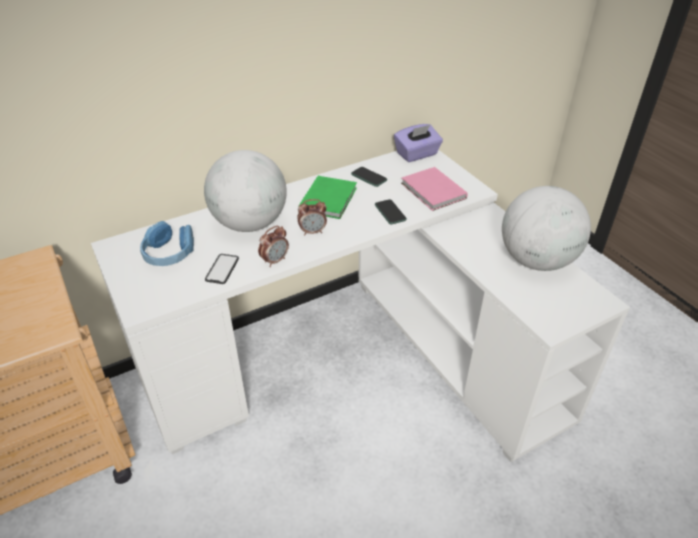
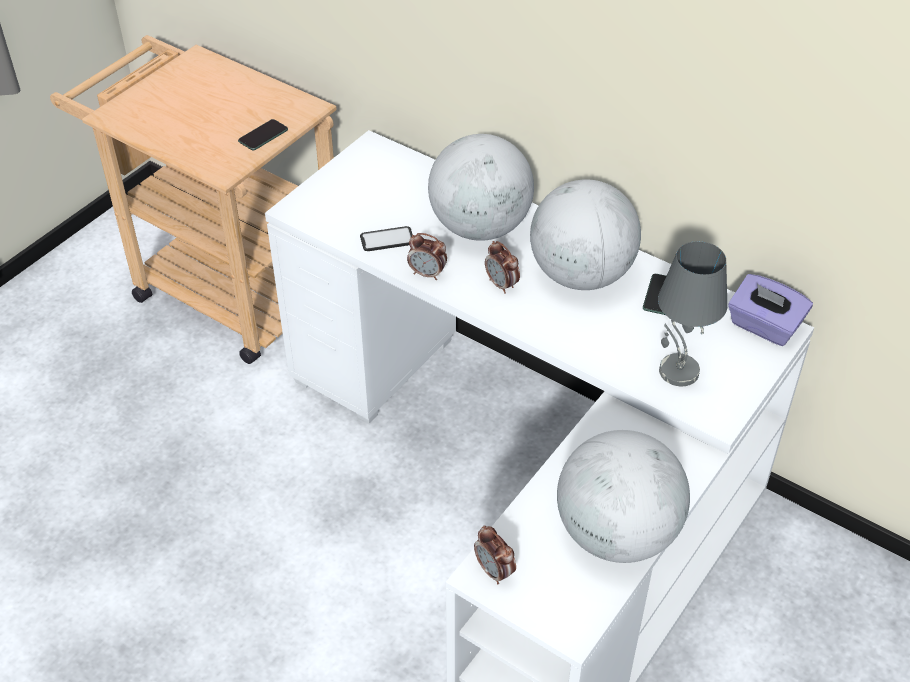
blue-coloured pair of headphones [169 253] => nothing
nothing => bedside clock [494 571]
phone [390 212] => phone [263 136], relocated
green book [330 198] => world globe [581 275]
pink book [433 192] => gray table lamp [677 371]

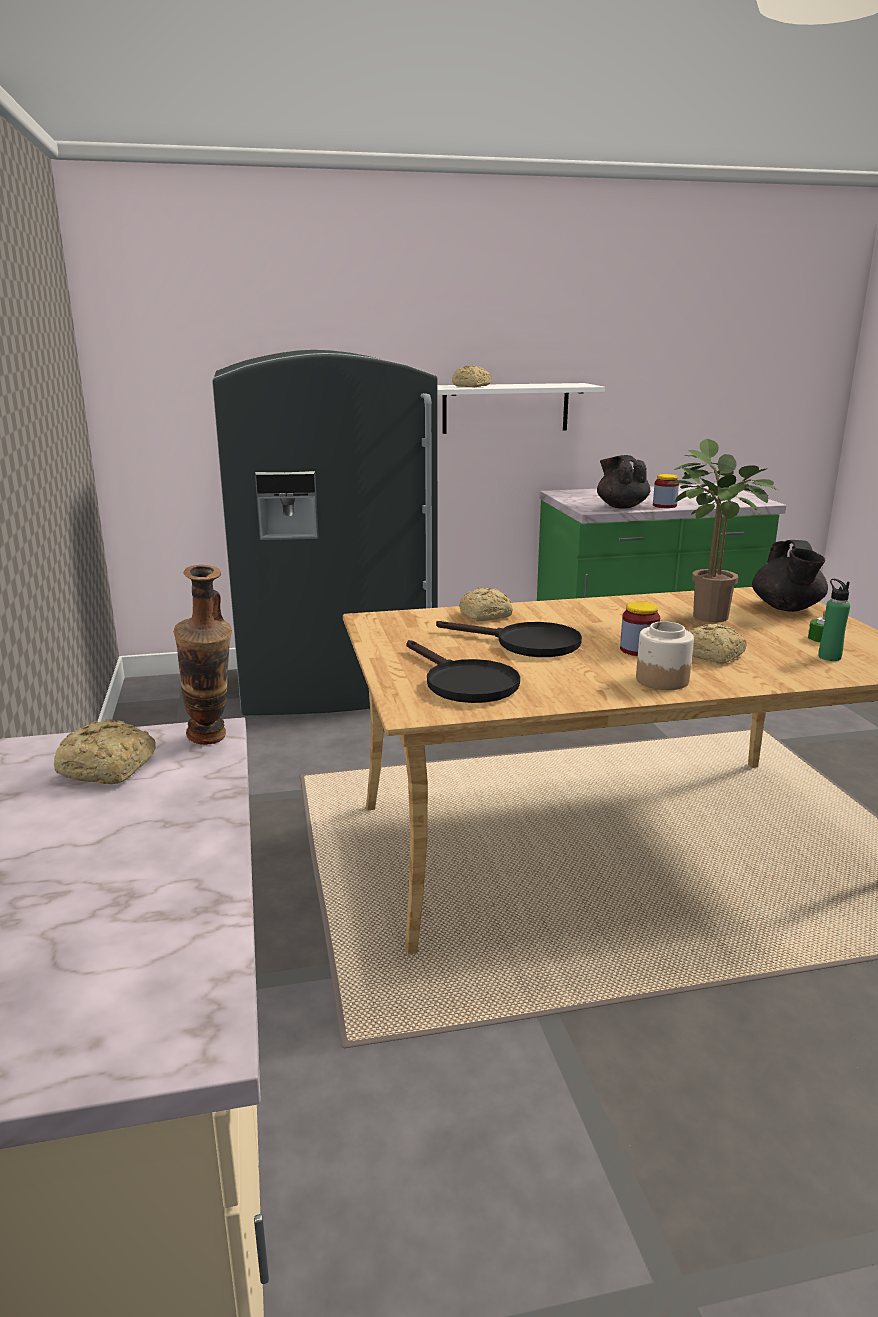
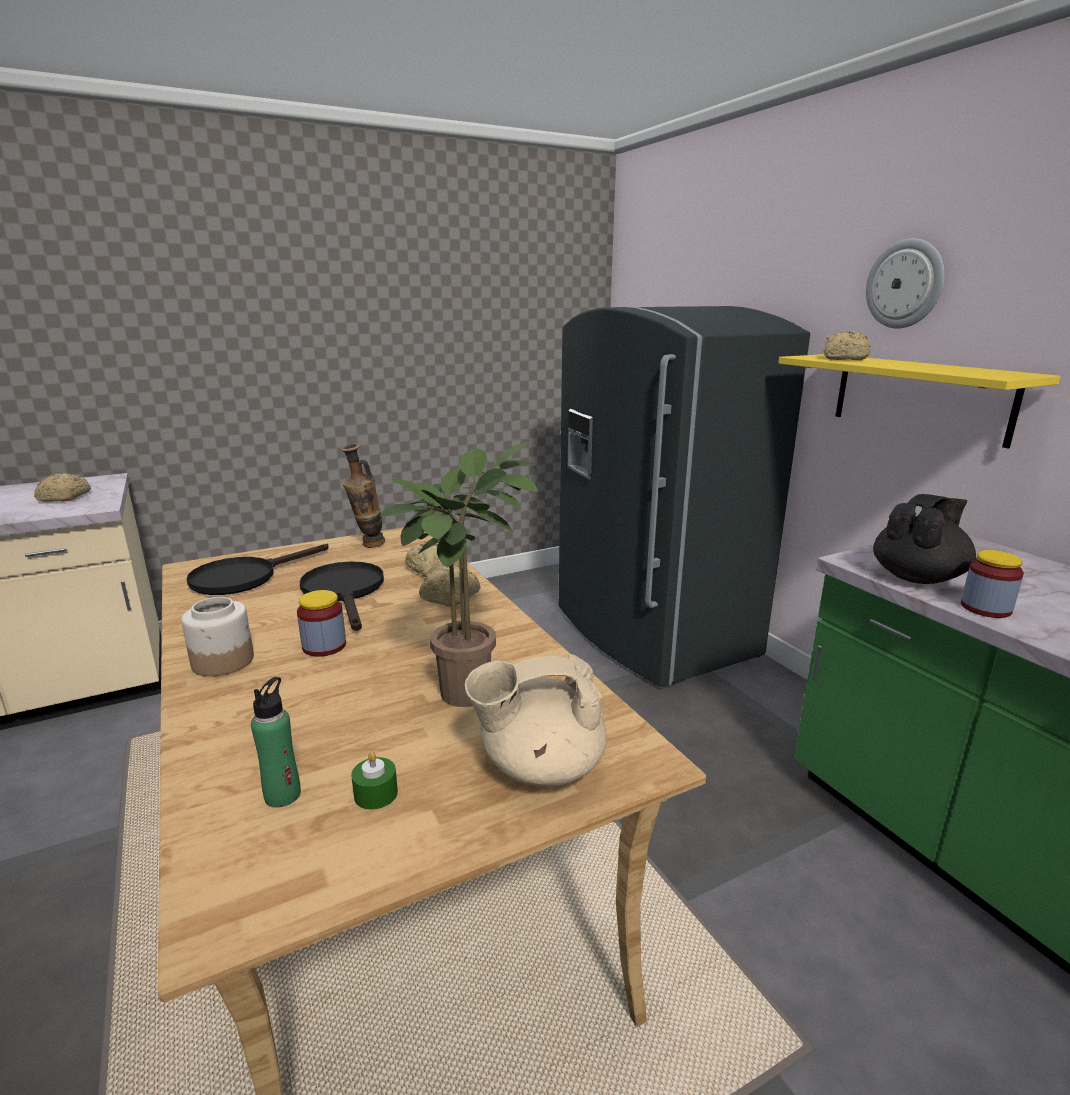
nothing => wall clock [905 284]
decorative vase [212 742] => decorative vase [367 546], relocated
baked bread [714 655] => baked bread [449 597], relocated
white shelf [505 408] => yellow shelf [920 397]
black teapot [786 608] => sand-coloured teapot [539 767]
black skillet [526 644] => black skillet [345 592], 150 degrees clockwise

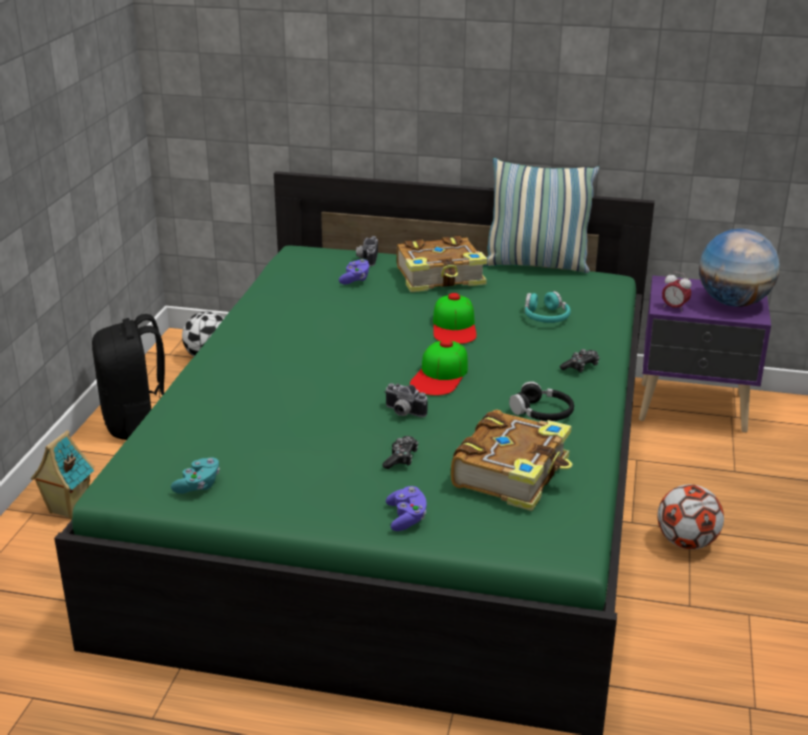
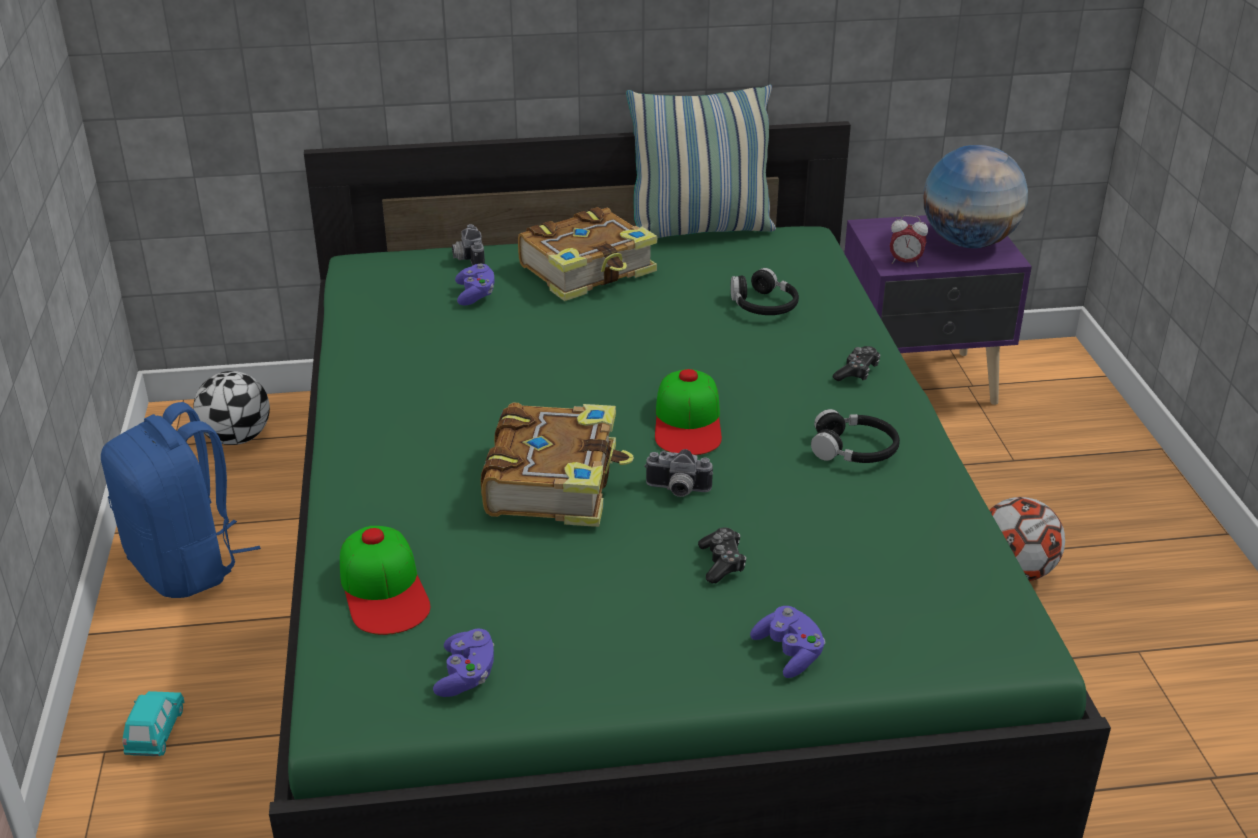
cap [454 326] => cap [384 589], relocated
book [513 473] => book [555 481], relocated
toy house [67 509] => turquoise miniature car [156 732]
black rucksack [137 423] => blue-coloured rucksack [187 565]
turquoise game controller [198 485] => purple-coloured game controller [466 675]
turquoise pair of headphones [545 317] => black pair of headphones [763 305]

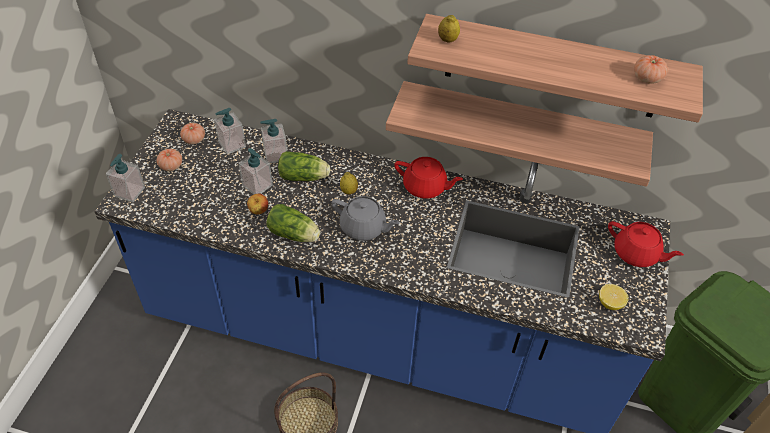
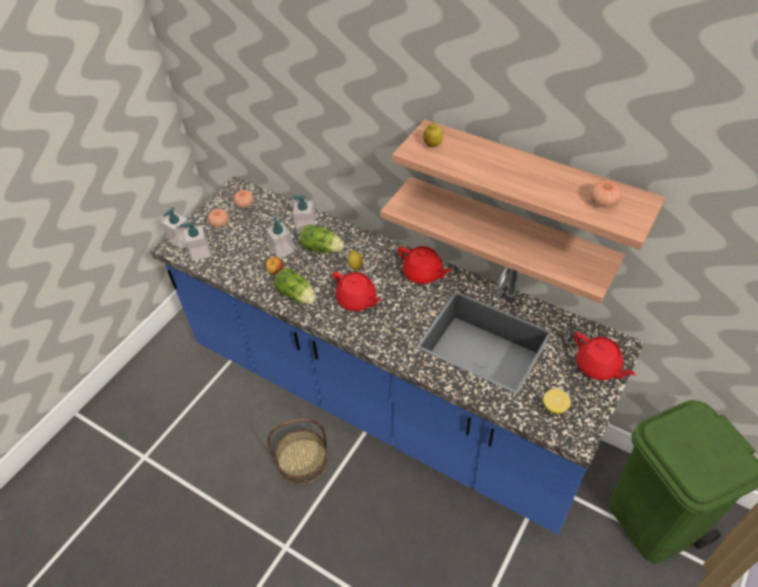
soap dispenser [232 144] => soap dispenser [200 253], relocated
gray teapot [363 228] => reddish teapot [357 300]

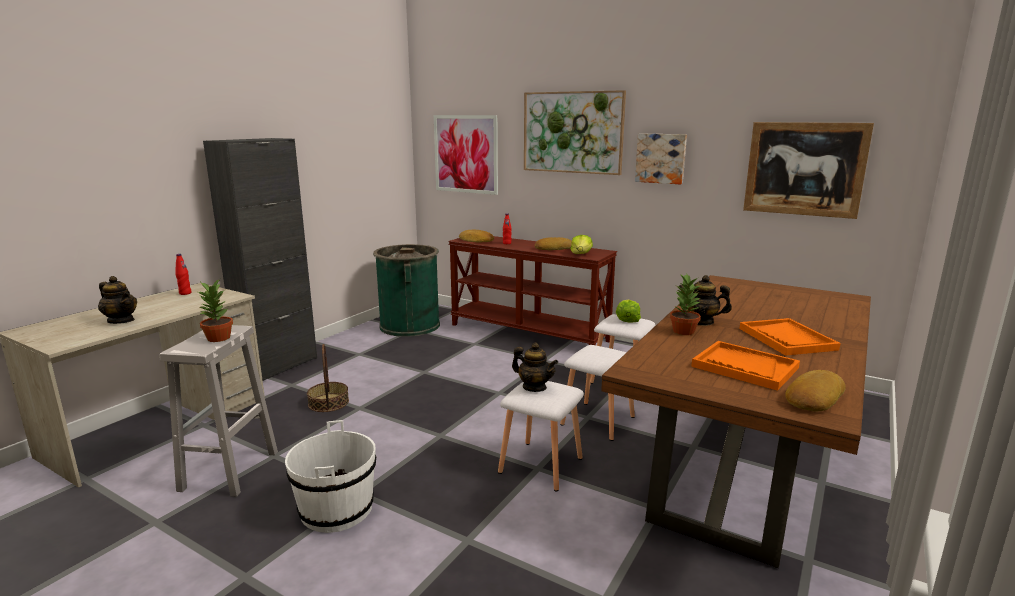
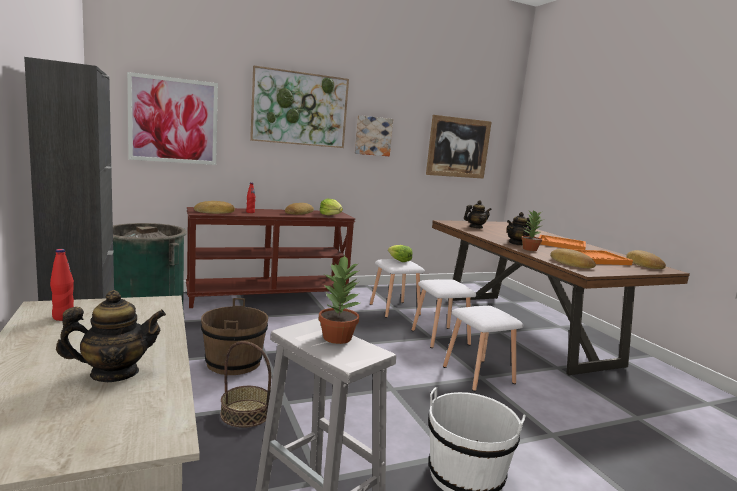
nothing => brown pail [233 363]
nothing => baked bread [571 263]
teapot [534 387] => teapot [475 227], relocated

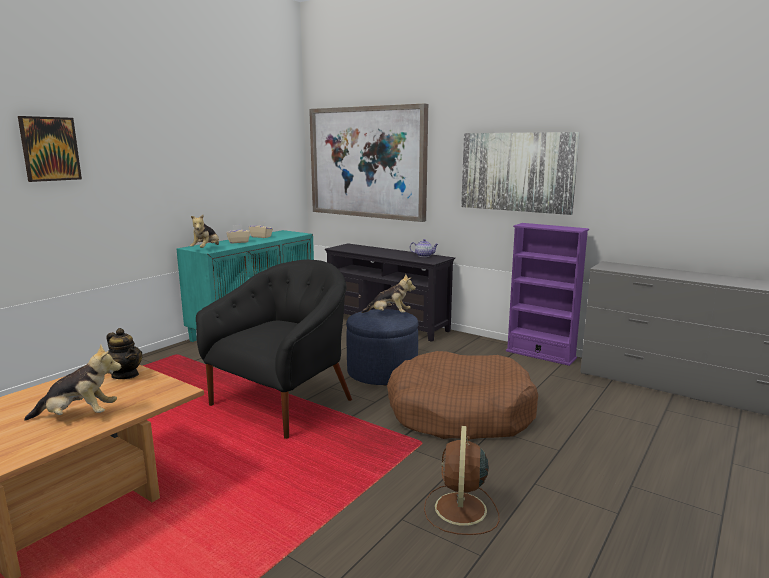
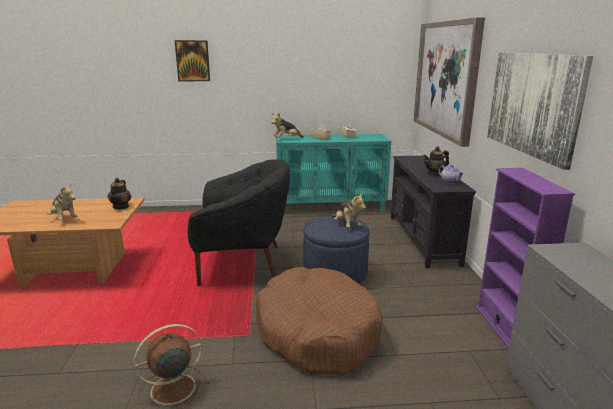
nothing => teapot [435 174]

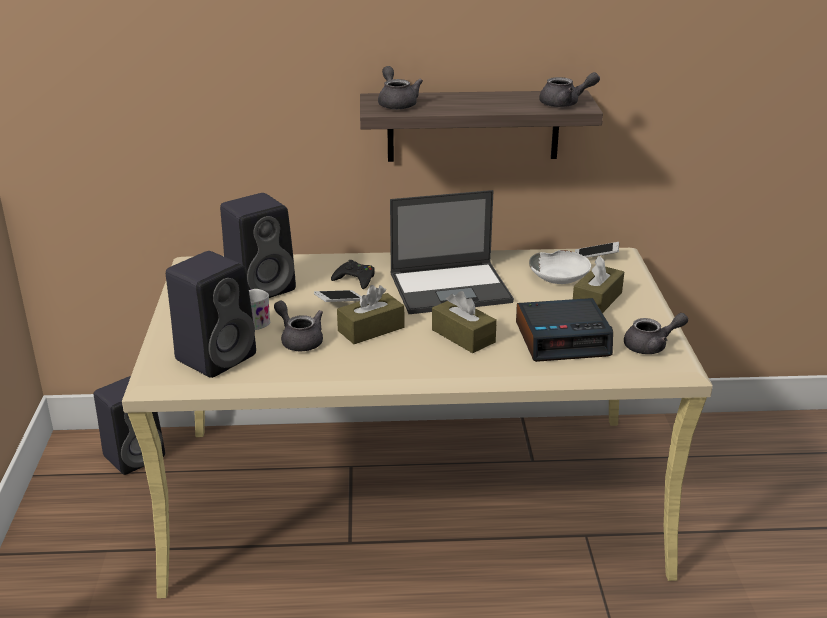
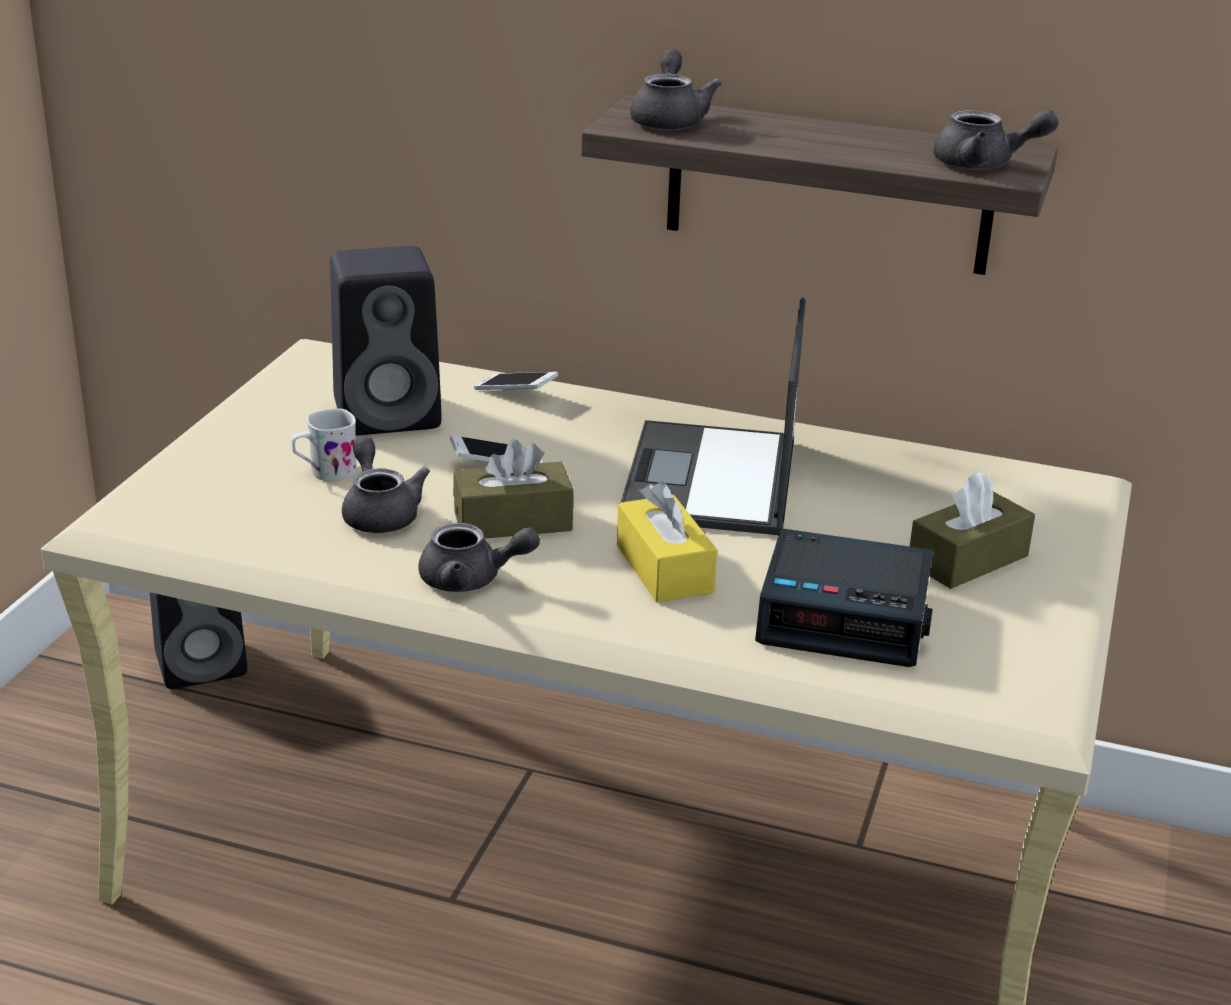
black loudspeaker [217 356] => nothing
black game controller [355 279] => nothing
white bowl [560 276] => nothing
phone [596 257] => phone [515 393], relocated
gray teapot [651 346] => gray teapot [471 580], relocated
brown tissue holder [463 336] => yellow tissue holder [664 569]
laptop [451 288] => laptop [710 481], 90 degrees clockwise

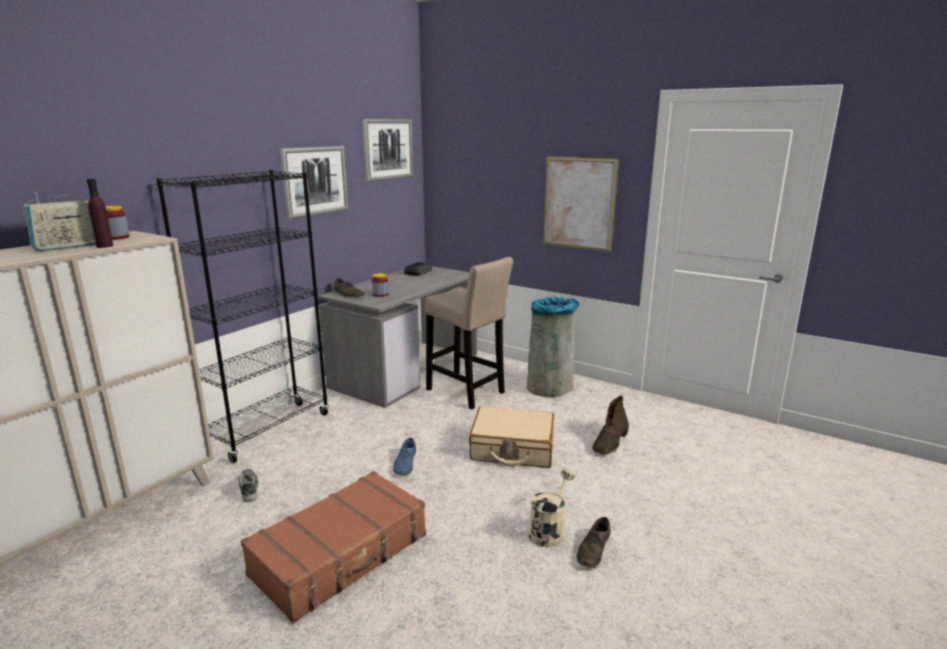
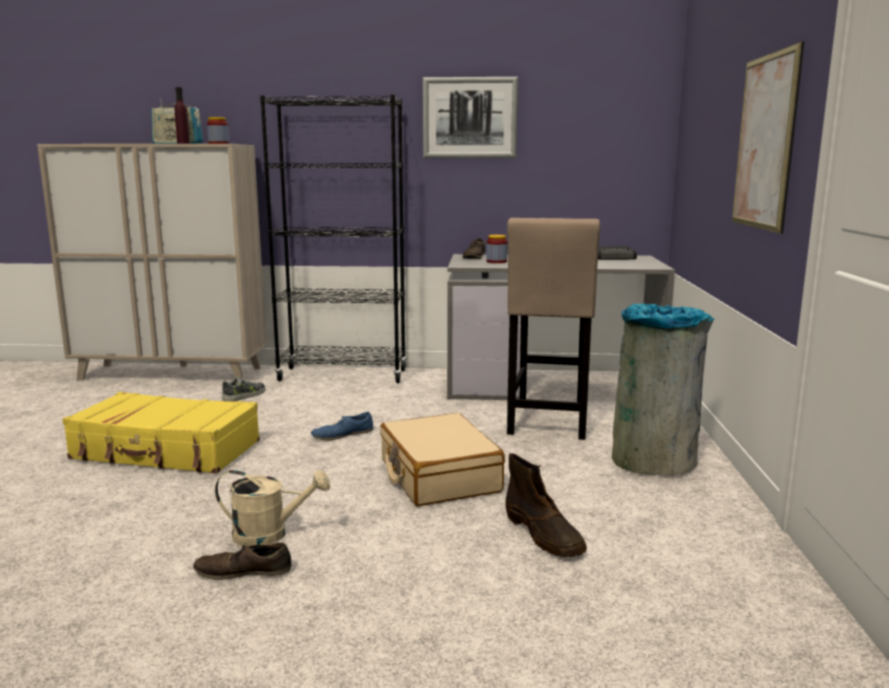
wall art [388 149] => nothing
brown suitcase [341 555] => yellow suitcase [166 451]
brown high-top boot [610 442] => brown high-top boot [544 535], 120 degrees counterclockwise

